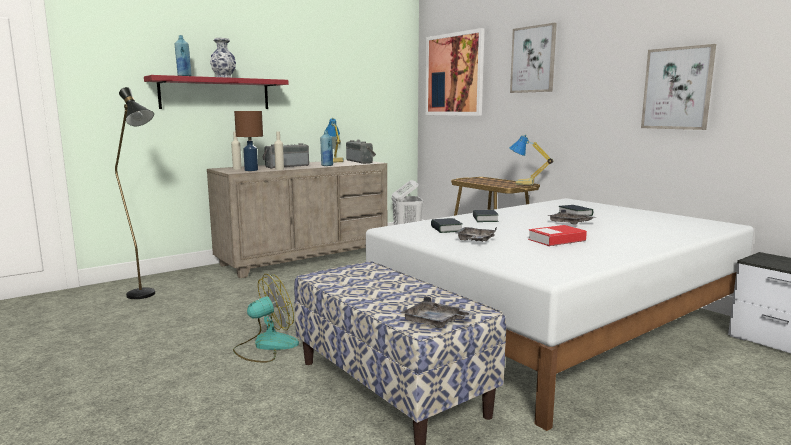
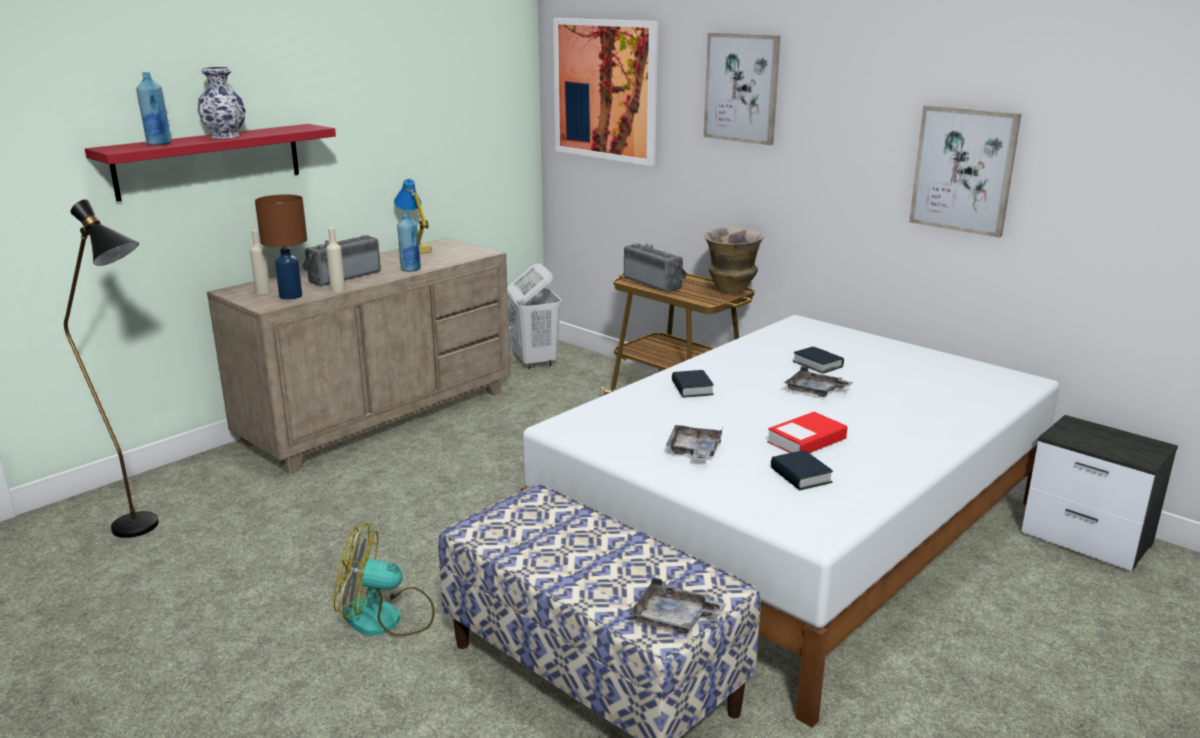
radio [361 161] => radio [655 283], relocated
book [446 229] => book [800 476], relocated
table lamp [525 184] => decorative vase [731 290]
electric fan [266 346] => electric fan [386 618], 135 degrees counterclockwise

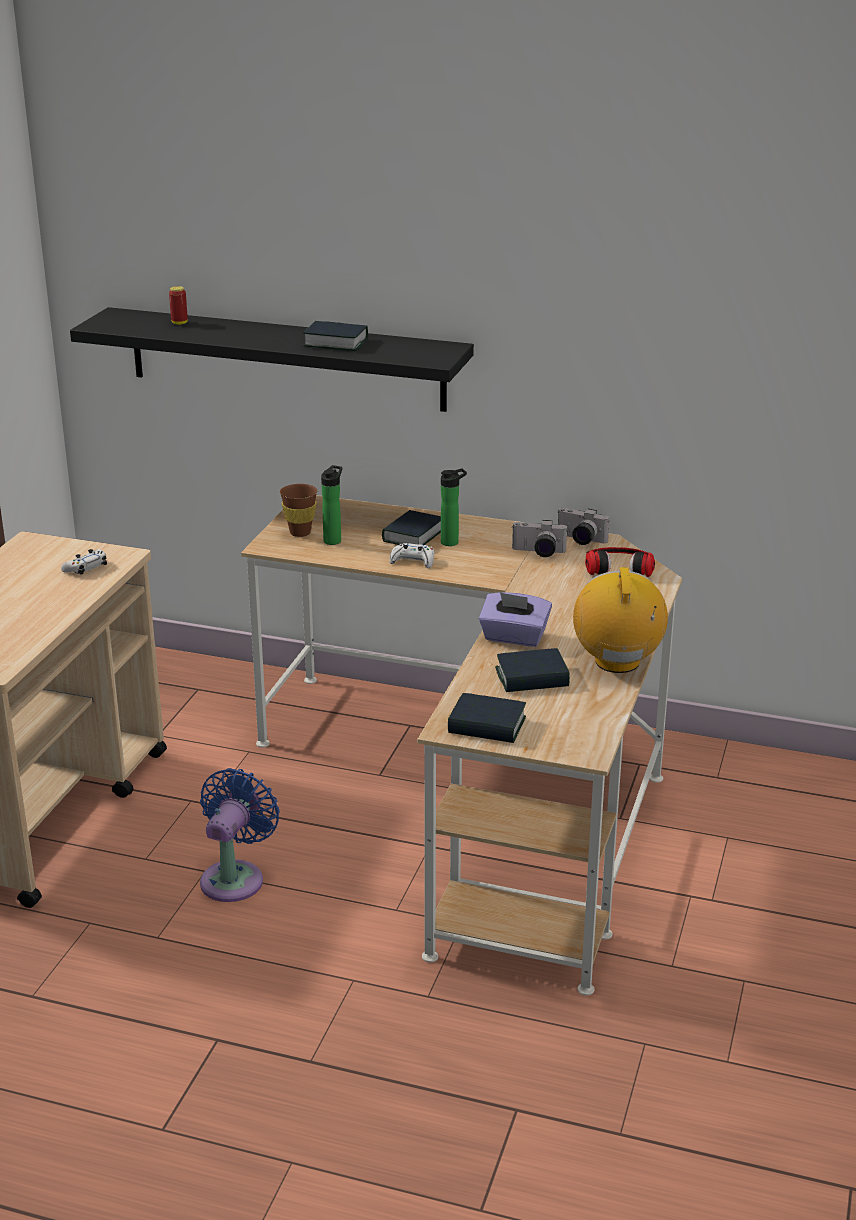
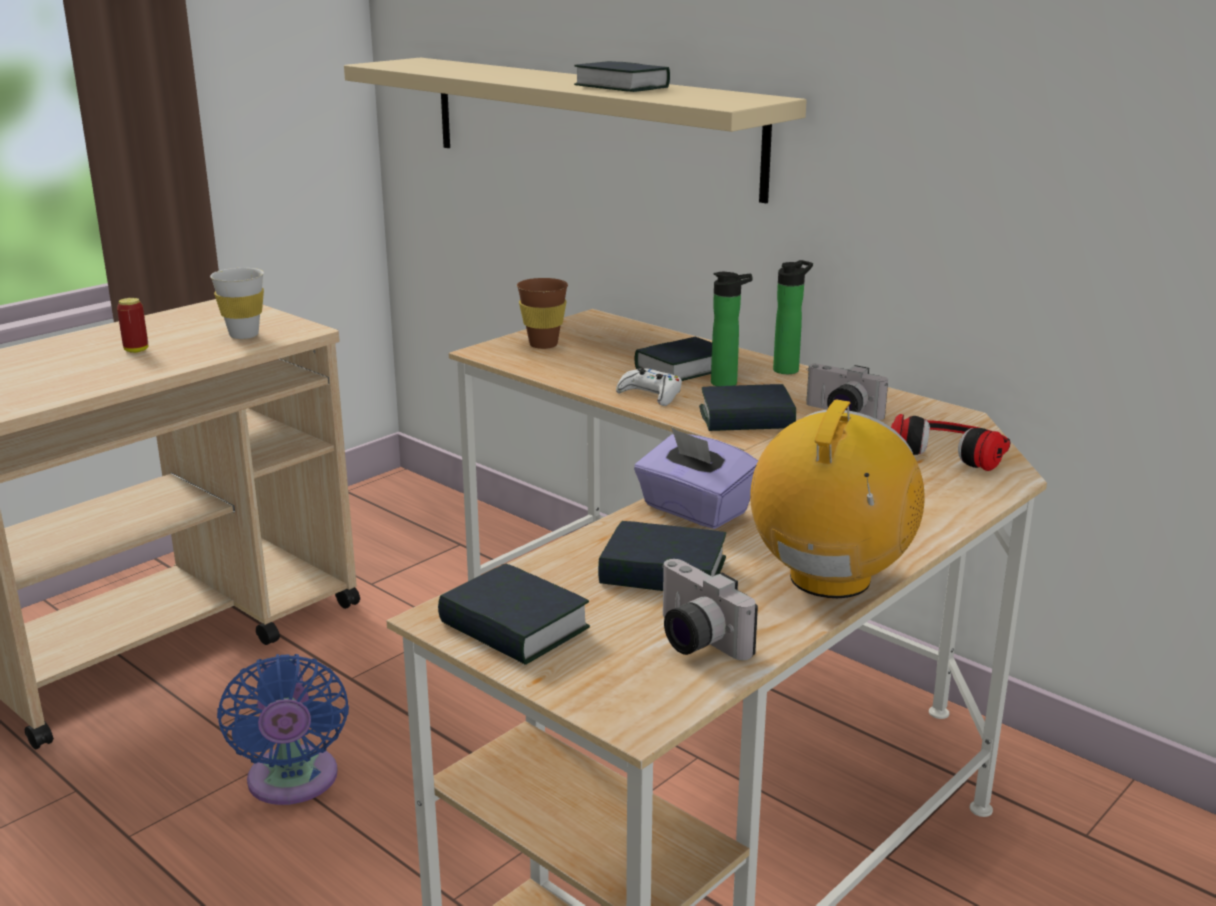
nothing => book [746 418]
sealed can [179 323] => sealed can [136 350], relocated
drink bottle [333 540] => drink bottle [788 369], relocated
still camera [579 540] => still camera [693 640], relocated
white game controller [86 568] => white cup [244 335]
black shelf [286 359] => sand-coloured shelf [589 124]
blue-coloured electric fan [235 877] => blue-coloured electric fan [293 783], 120 degrees clockwise

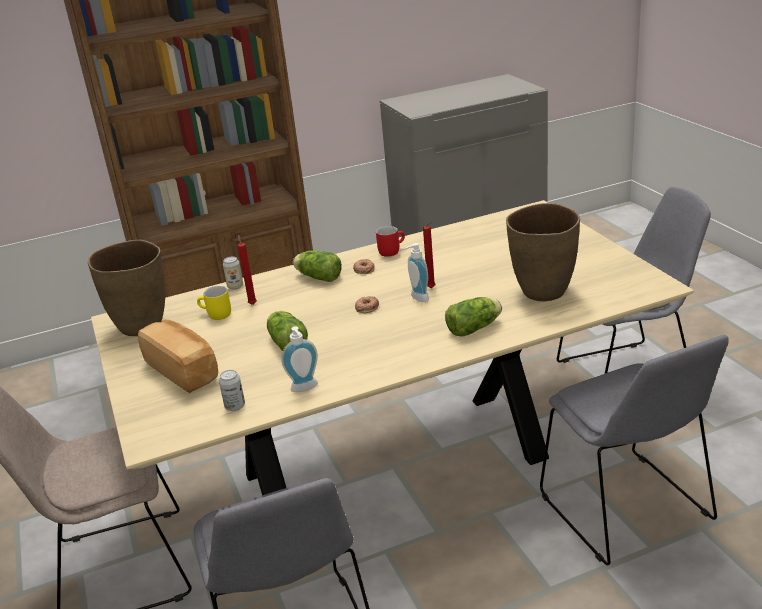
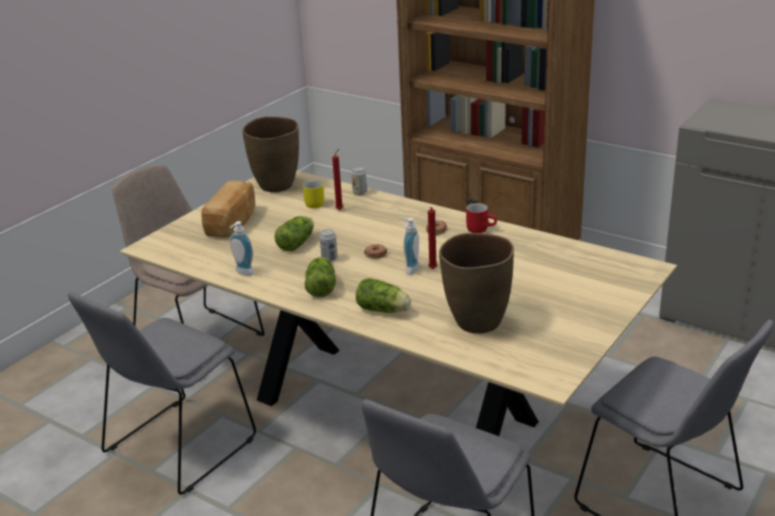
sealed can [235 406] => sealed can [329 259], relocated
lettuce [317 277] => lettuce [321 287], relocated

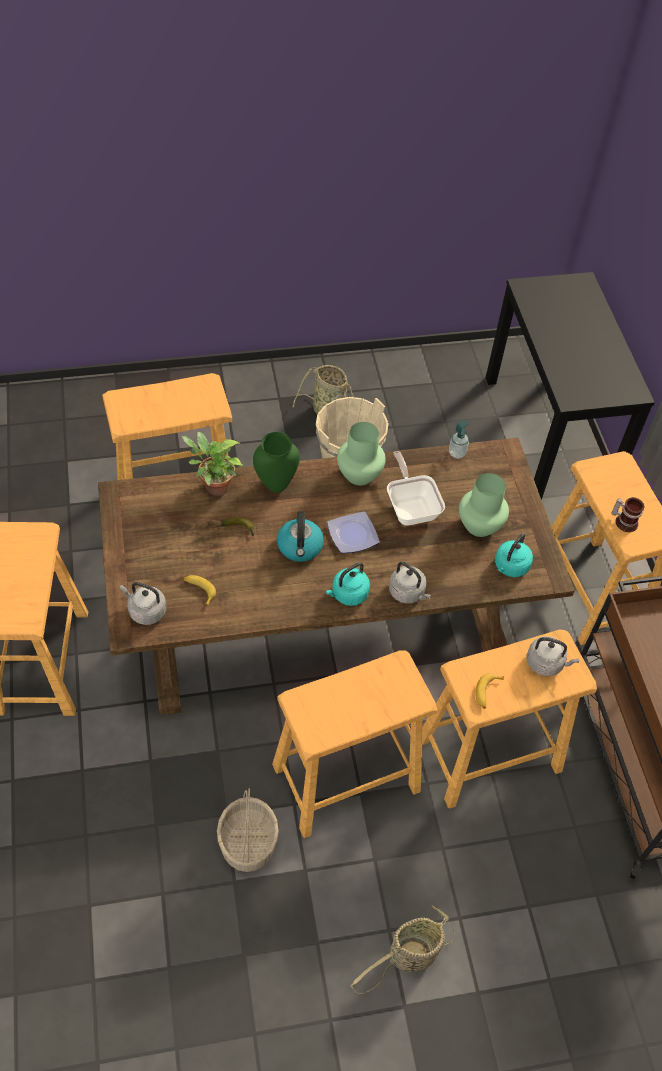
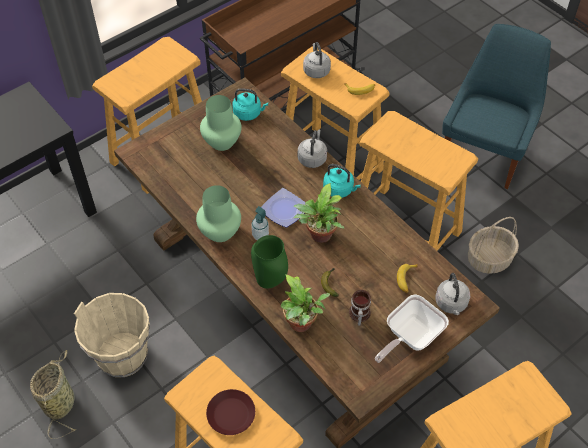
nothing => brown dinner plate [230 414]
skillet [411 507] => skillet [409 337], relocated
soap dispenser [457 453] => soap dispenser [260 235], relocated
mug [624 521] => mug [358 314], relocated
tea kettle [300 547] => plant in a pot [319 236]
household basket [408 957] => blue-coloured upright chair [485 153]

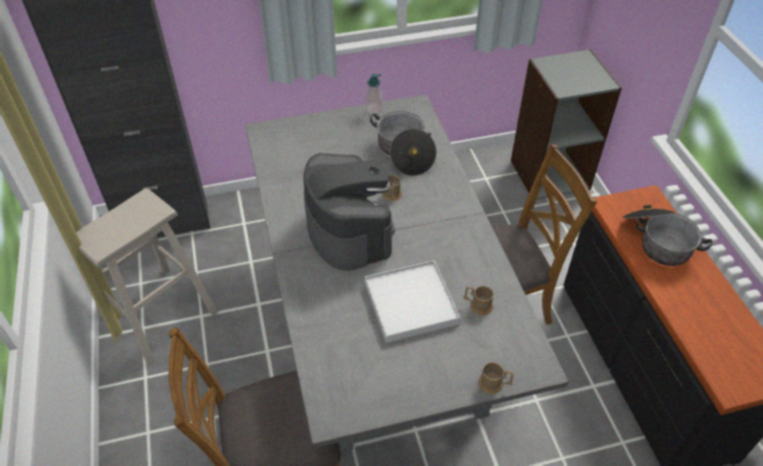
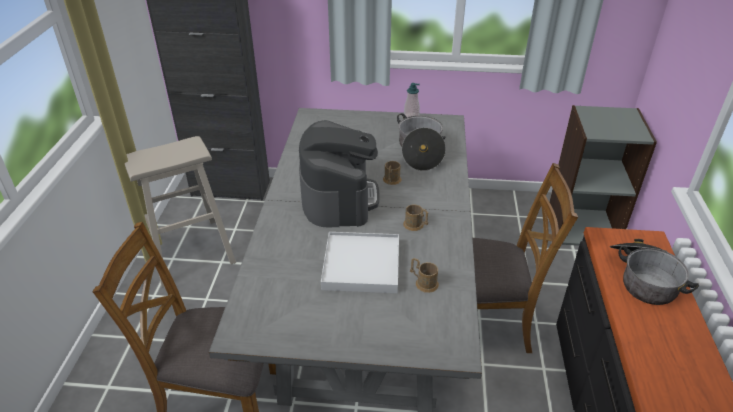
brown mug [494 384] => brown mug [416 225], relocated

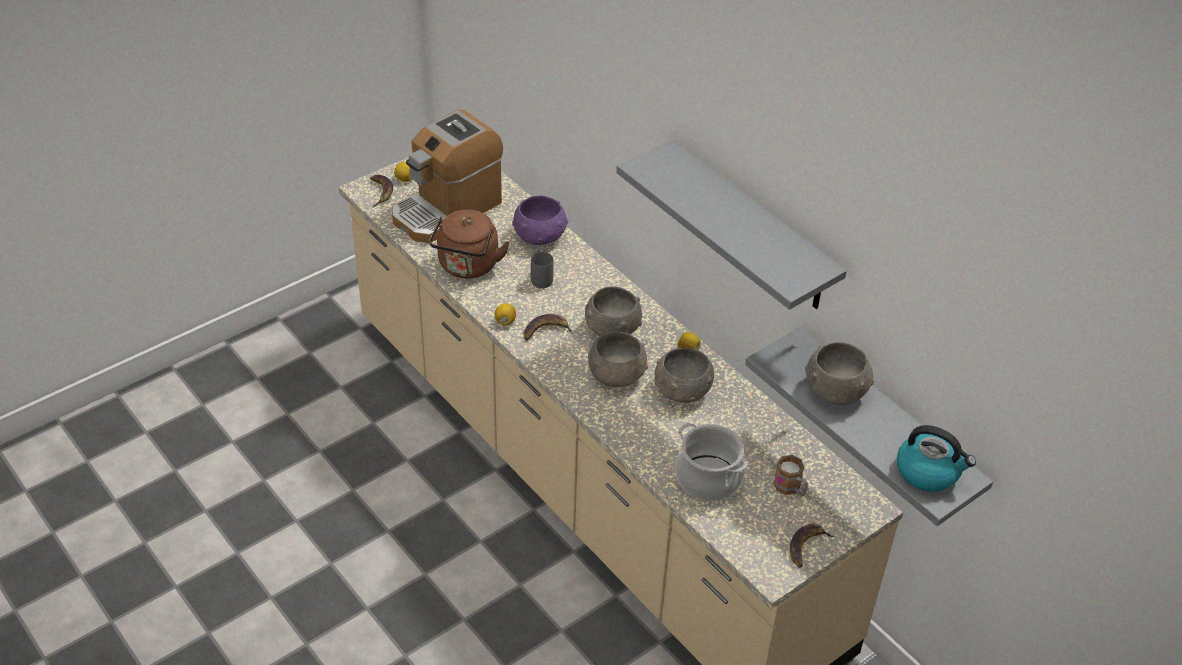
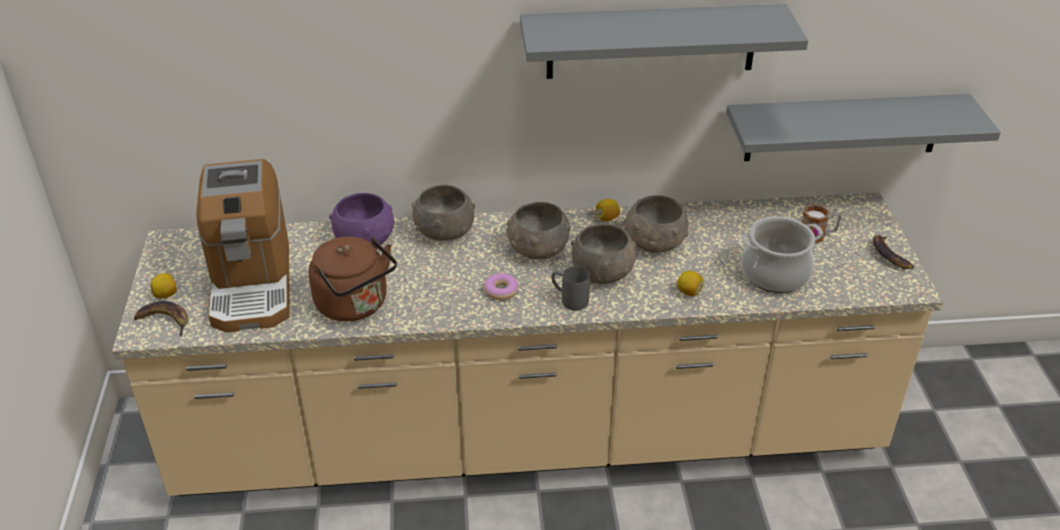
tea kettle [928 472] => nothing
lemon [505 321] => lemon [689 292], relocated
gray mug [541 277] => gray mug [569 299], relocated
gray bowl [836 390] => gray bowl [444 231], relocated
banana [546 330] => doughnut [501 291]

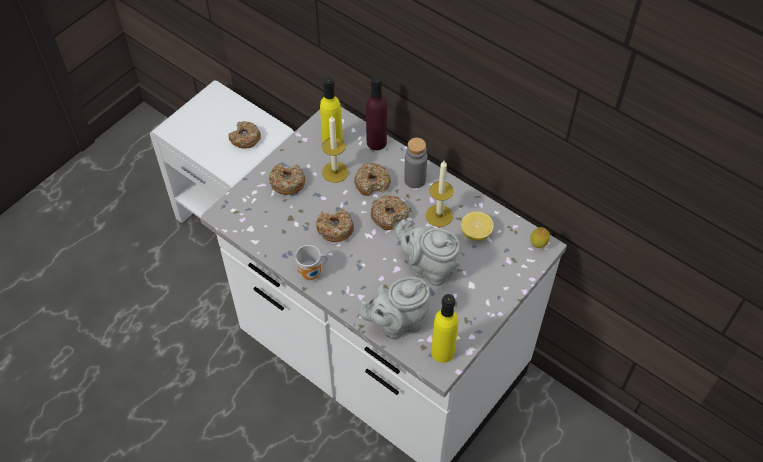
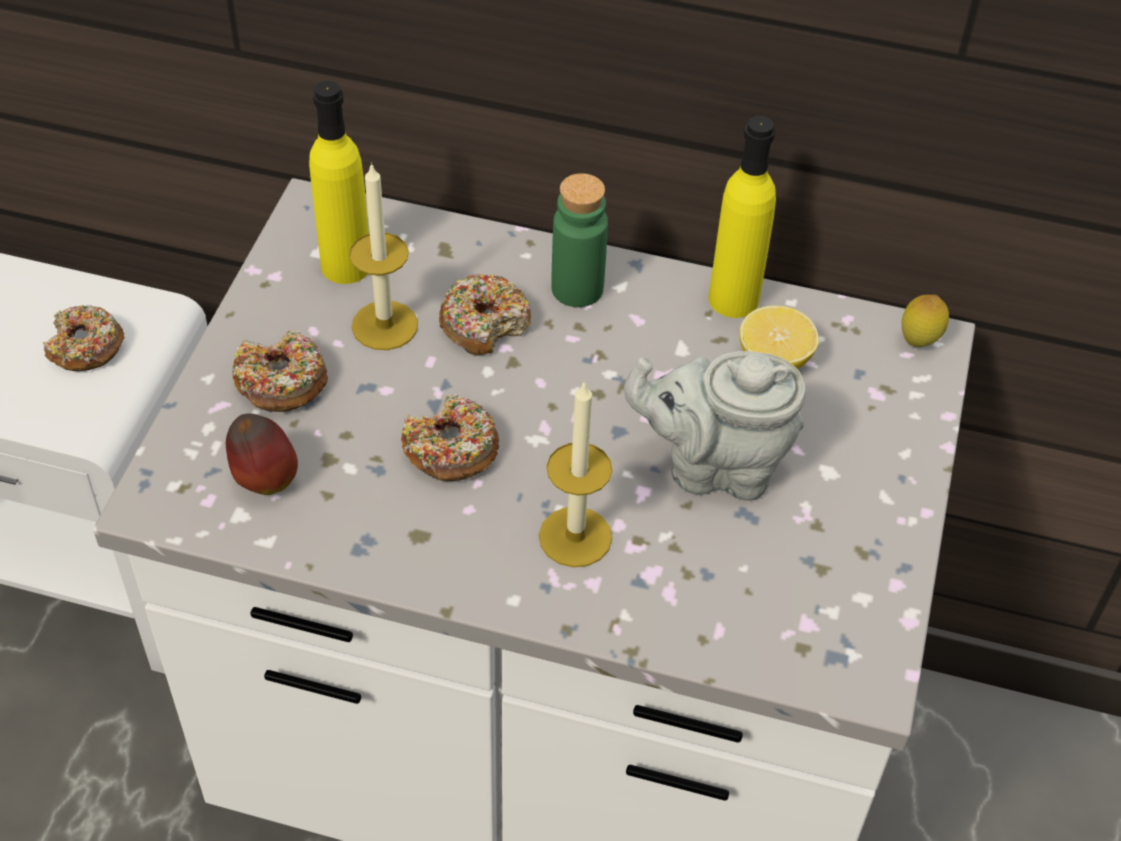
mug [312 273] => nothing
gray teapot [397 323] => nothing
purple-coloured drink bottle [376 142] => nothing
doughnut [389 216] => nothing
nothing => whole apple [264 480]
wax candle [439 215] => wax candle [575 537], relocated
yellow drink bottle [442 352] => yellow drink bottle [733 299], relocated
gray drink bottle [415 180] => green drink bottle [577 288]

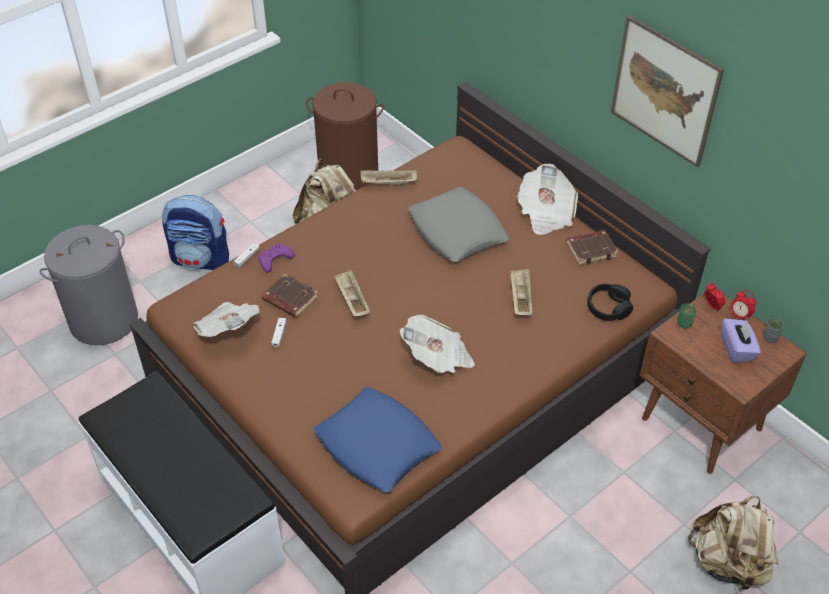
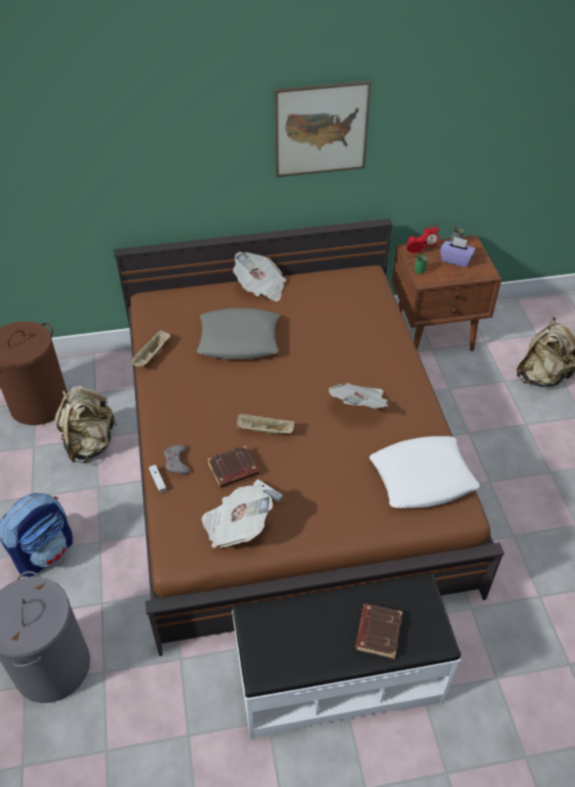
sand-coloured carrying tray [520 298] => nothing
black pair of headphones [608 307] => nothing
brown book [591 249] => brown book [377 632], relocated
purple-coloured game controller [275 259] => gray game controller [177 462]
blue-coloured pillow [377 445] => white pillow [422 477]

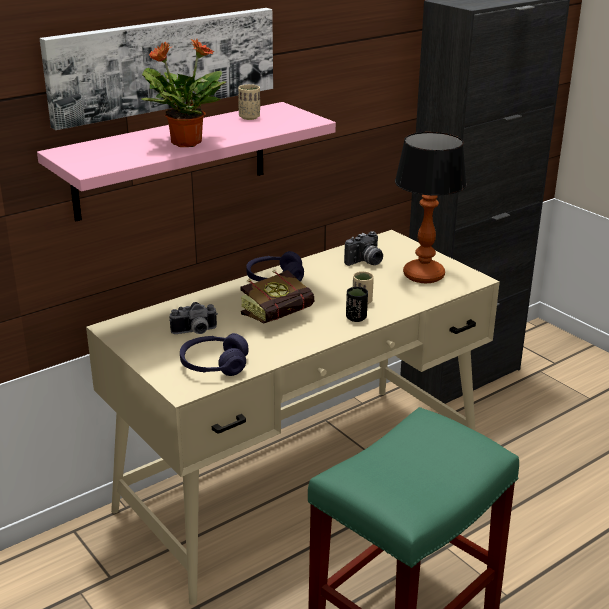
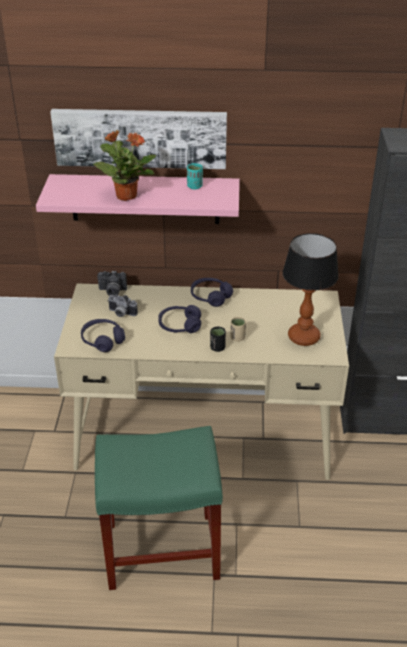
still camera [365 262] => still camera [112 292], relocated
book [283 316] => purple-coloured pair of headphones [180 325]
sand-coloured cup [249 117] => turquoise cup [194 186]

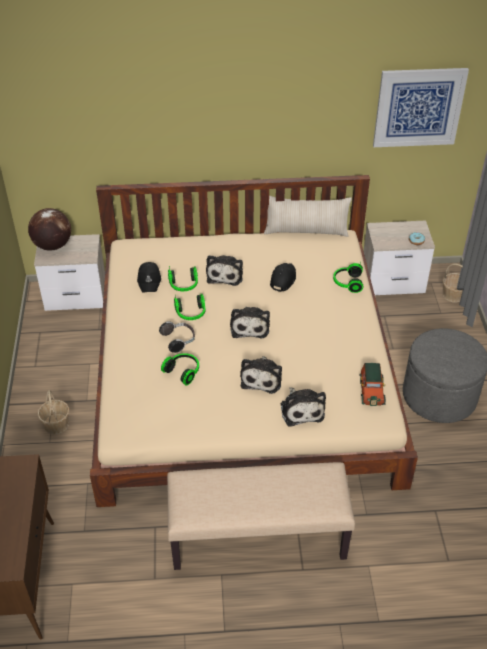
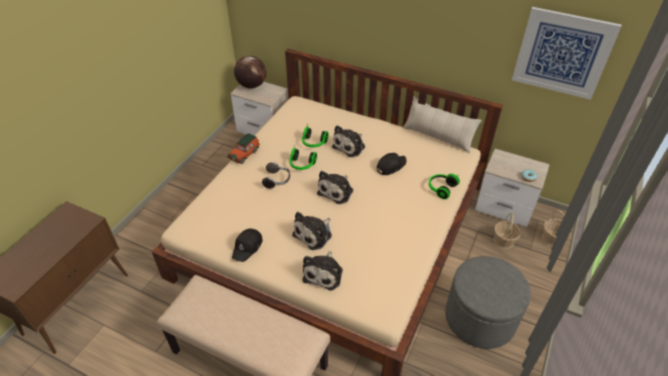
pair of headphones [183 372] => nothing
household basket [56 424] => household basket [503 241], relocated
black cap [149 280] => black cap [247 247], relocated
miniature car [371 390] => miniature car [245 154], relocated

